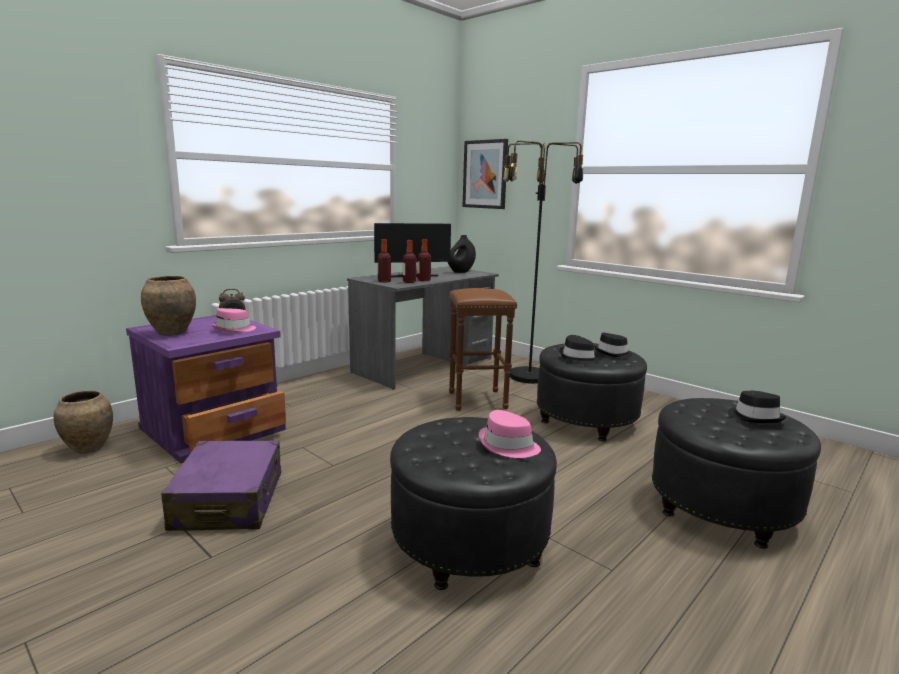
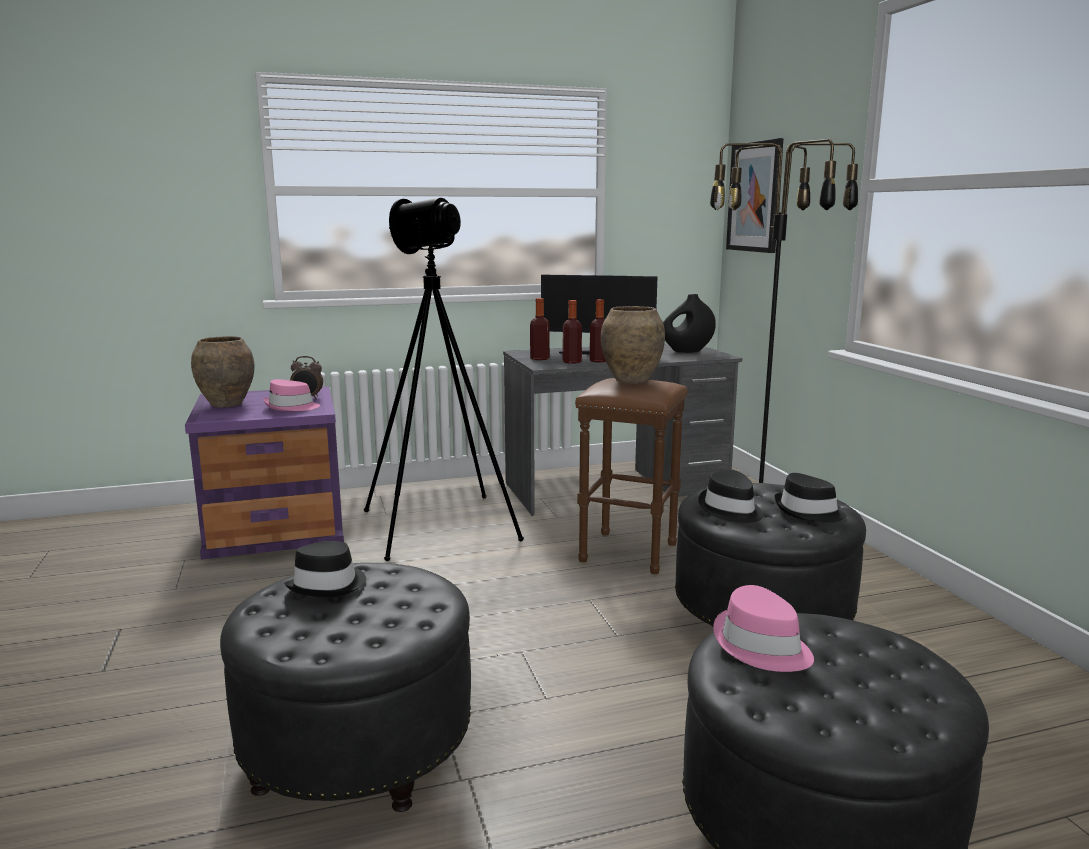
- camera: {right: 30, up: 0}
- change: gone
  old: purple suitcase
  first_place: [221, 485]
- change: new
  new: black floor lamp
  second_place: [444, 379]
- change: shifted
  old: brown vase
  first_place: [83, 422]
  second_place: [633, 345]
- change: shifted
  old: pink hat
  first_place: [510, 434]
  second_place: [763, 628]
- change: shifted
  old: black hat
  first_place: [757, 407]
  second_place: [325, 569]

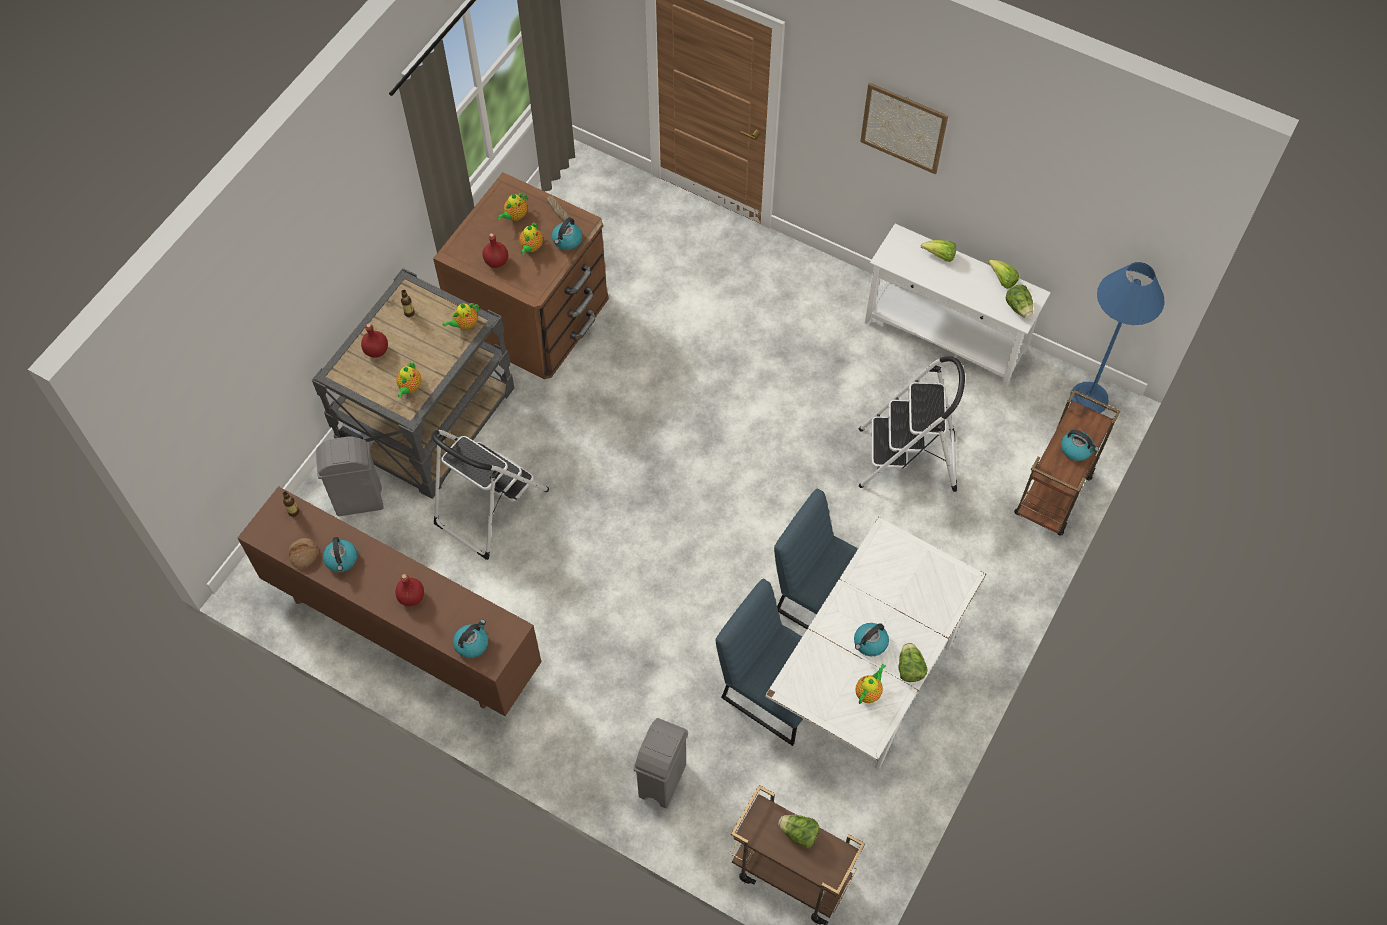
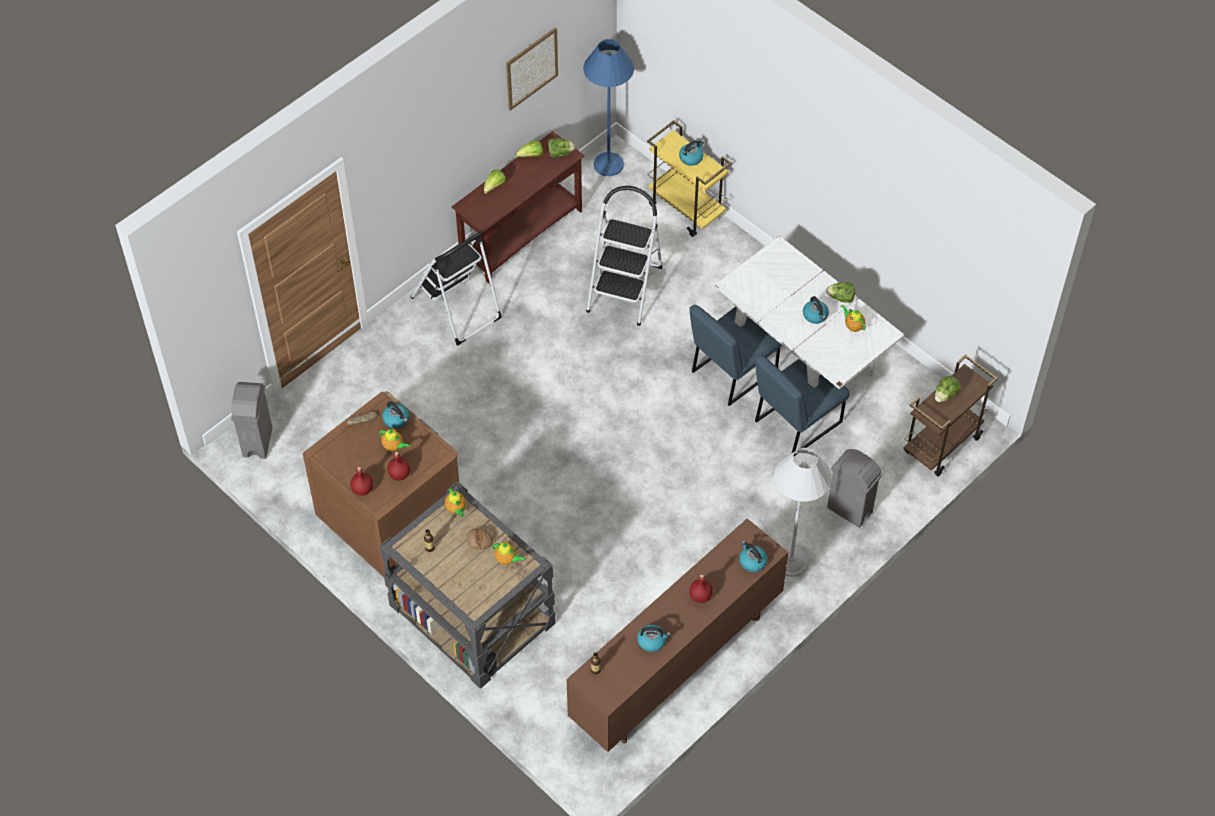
- camera: {right: -75, up: -5}
- change: gone
  old: teapot
  first_place: [512, 207]
- change: new
  new: white floor lamp
  second_place: [803, 512]
- change: shifted
  old: bread
  first_place: [303, 553]
  second_place: [480, 539]
- change: shifted
  old: grey trash can
  first_place: [350, 476]
  second_place: [252, 420]
- change: shifted
  old: red bottle
  first_place: [374, 340]
  second_place: [361, 481]
- change: shifted
  old: step ladder
  first_place: [490, 495]
  second_place: [456, 288]
- change: shifted
  old: picture
  first_place: [904, 128]
  second_place: [532, 69]
- change: repainted
  old: white console table
  new: brown console table
  first_place: [958, 306]
  second_place: [518, 207]
- change: repainted
  old: brown cart
  new: yellow cart
  first_place: [1067, 463]
  second_place: [689, 178]

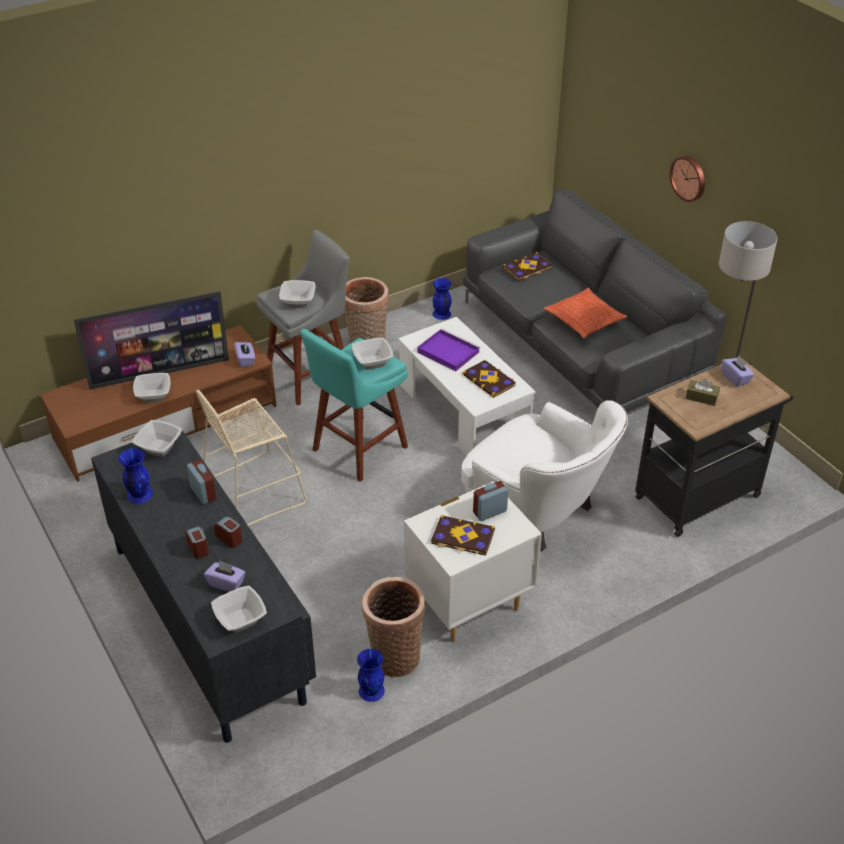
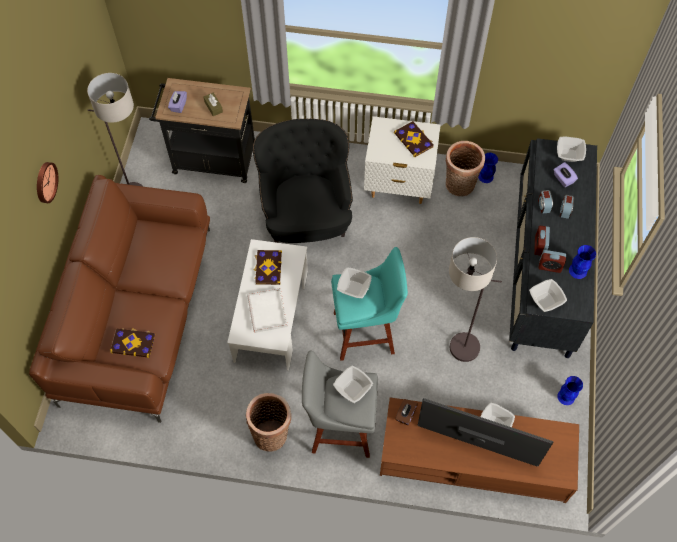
- camera: {right: -140, up: 20}
- change: gone
  old: orange pillow
  first_place: [585, 313]
- change: shifted
  old: blue vase
  first_place: [442, 299]
  second_place: [570, 390]
- change: shifted
  old: alarm clock
  first_place: [490, 501]
  second_place: [552, 261]
- change: swapped
  old: beige stool
  new: grey floor lamp
  first_place: [251, 458]
  second_place: [475, 299]
- change: repainted
  old: purple tissue box
  new: brown tissue box
  first_place: [244, 354]
  second_place: [406, 412]
- change: repainted
  old: purple tray
  new: white tray
  first_place: [448, 350]
  second_place: [267, 310]
- change: repainted
  old: white armchair
  new: black armchair
  first_place: [544, 476]
  second_place: [303, 181]
- change: repainted
  old: grey sofa
  new: brown sofa
  first_place: [595, 300]
  second_place: [119, 299]

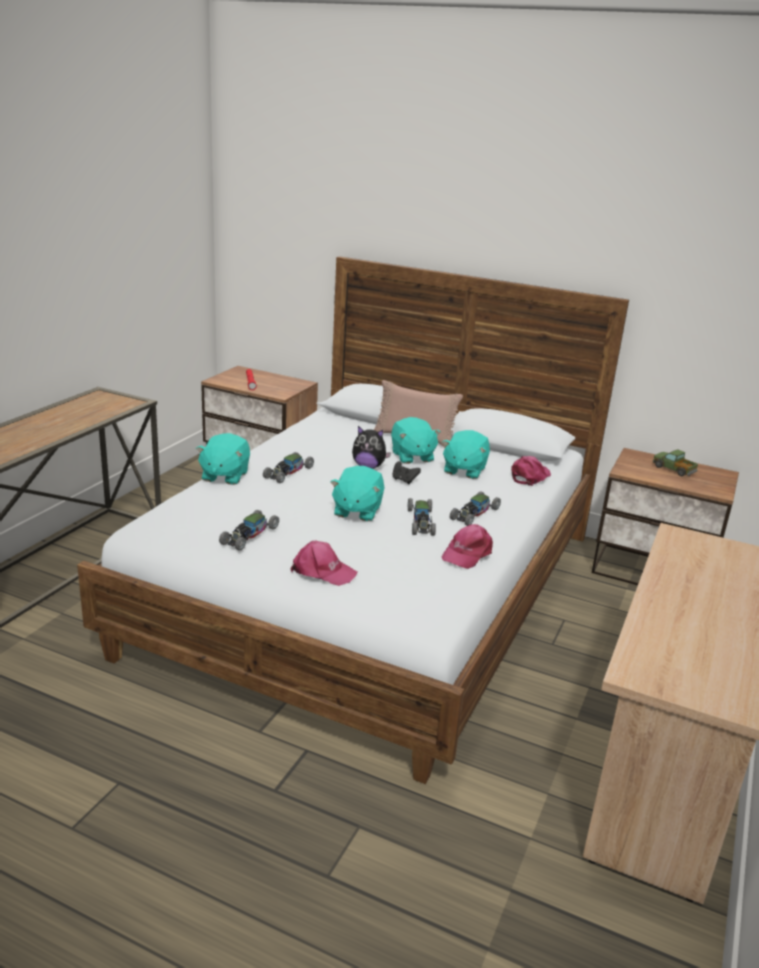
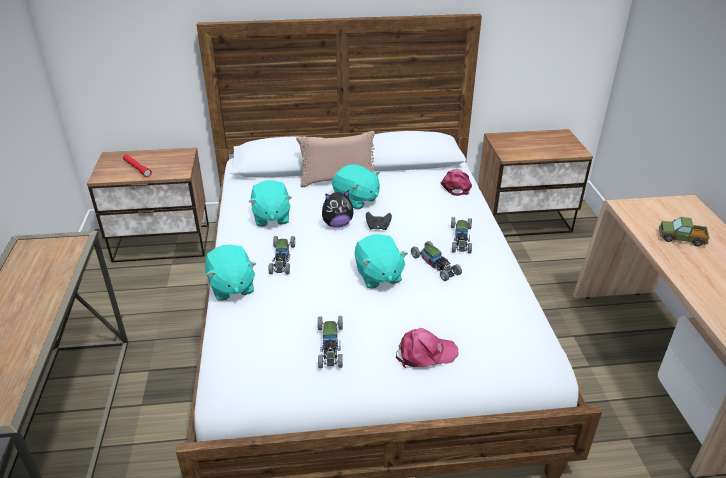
- camera: {right: -30, up: 10}
- change: gone
  old: pink cap
  first_place: [467, 546]
- change: shifted
  old: turquoise plush toy
  first_place: [466, 454]
  second_place: [270, 203]
- change: shifted
  old: toy truck
  first_place: [675, 462]
  second_place: [684, 231]

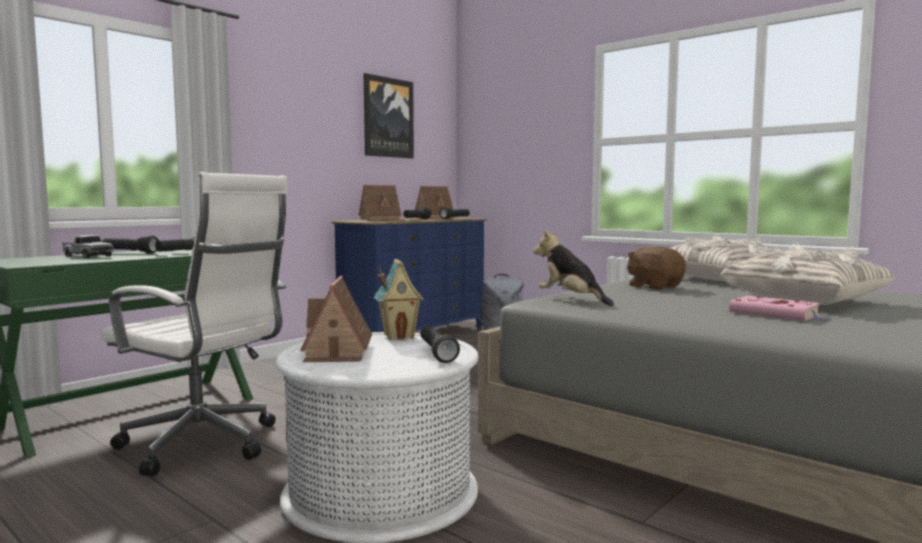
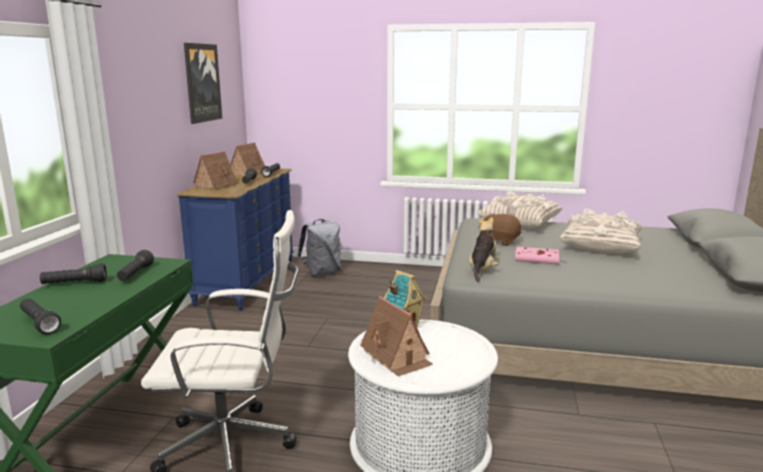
- camera: {right: -30, up: 10}
- change: gone
  old: toy truck
  first_place: [88, 246]
- change: shifted
  old: black flashlight
  first_place: [440, 344]
  second_place: [40, 316]
- change: shifted
  old: pink book
  first_place: [778, 309]
  second_place: [541, 255]
- change: rotated
  old: plush toy
  first_place: [573, 268]
  second_place: [484, 249]
  degrees: 90

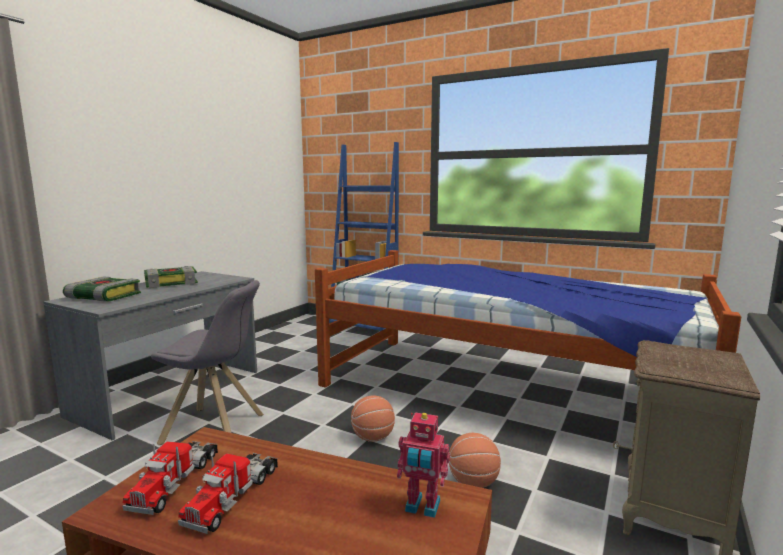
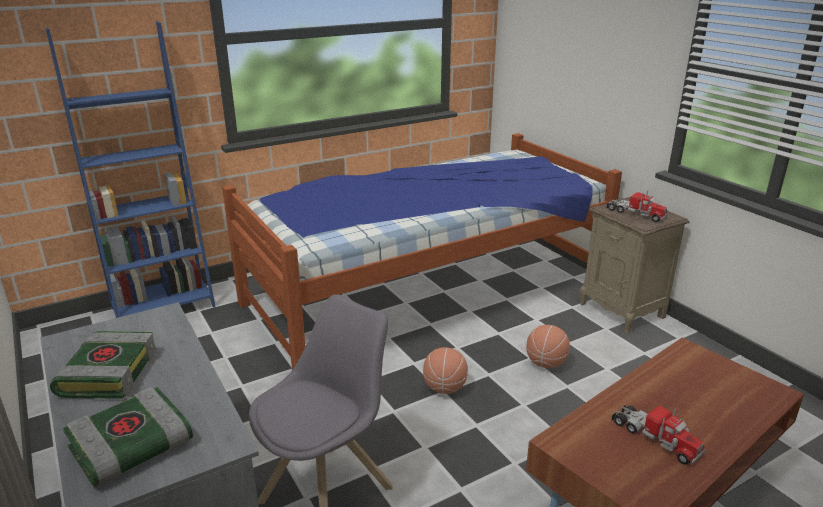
- camera: {right: -60, up: 15}
- change: gone
  old: toy robot
  first_place: [423, 465]
- change: shifted
  old: toy truck
  first_place: [170, 478]
  second_place: [637, 206]

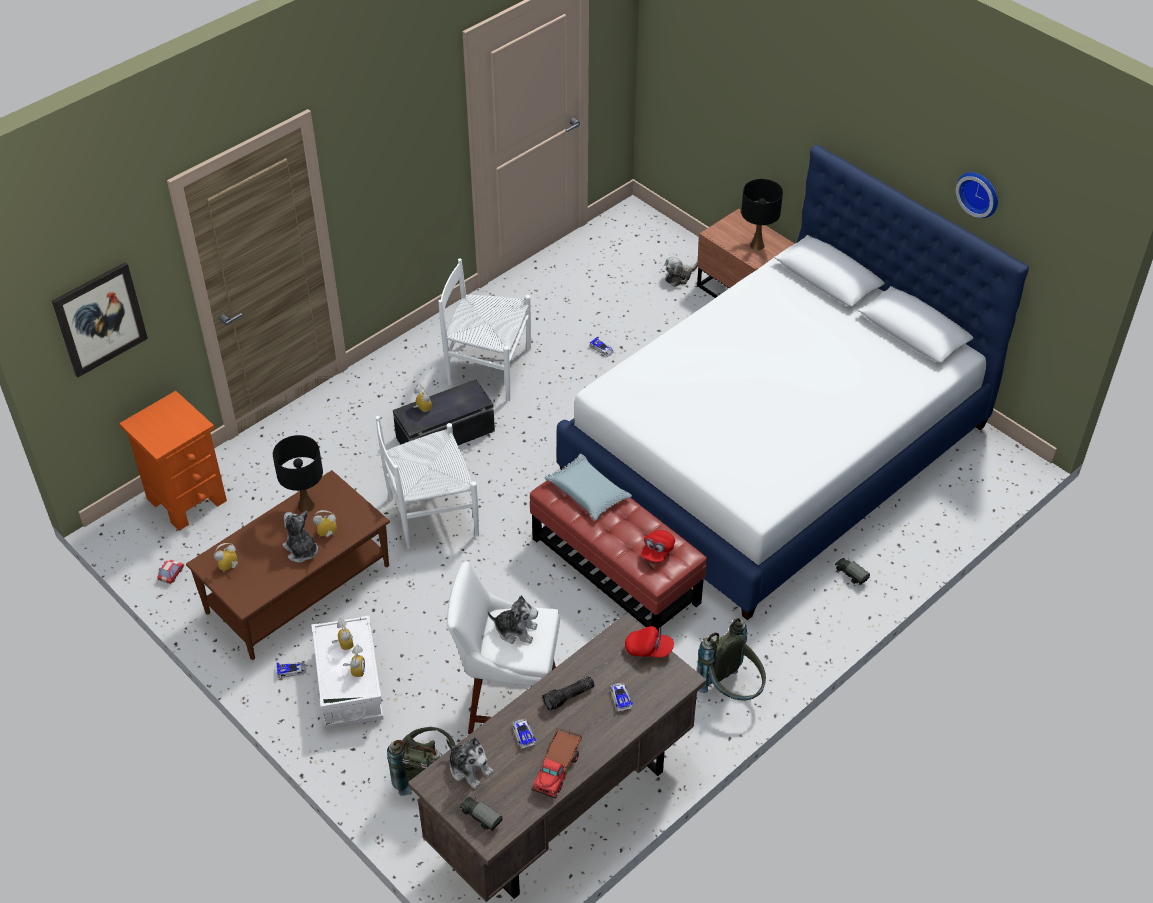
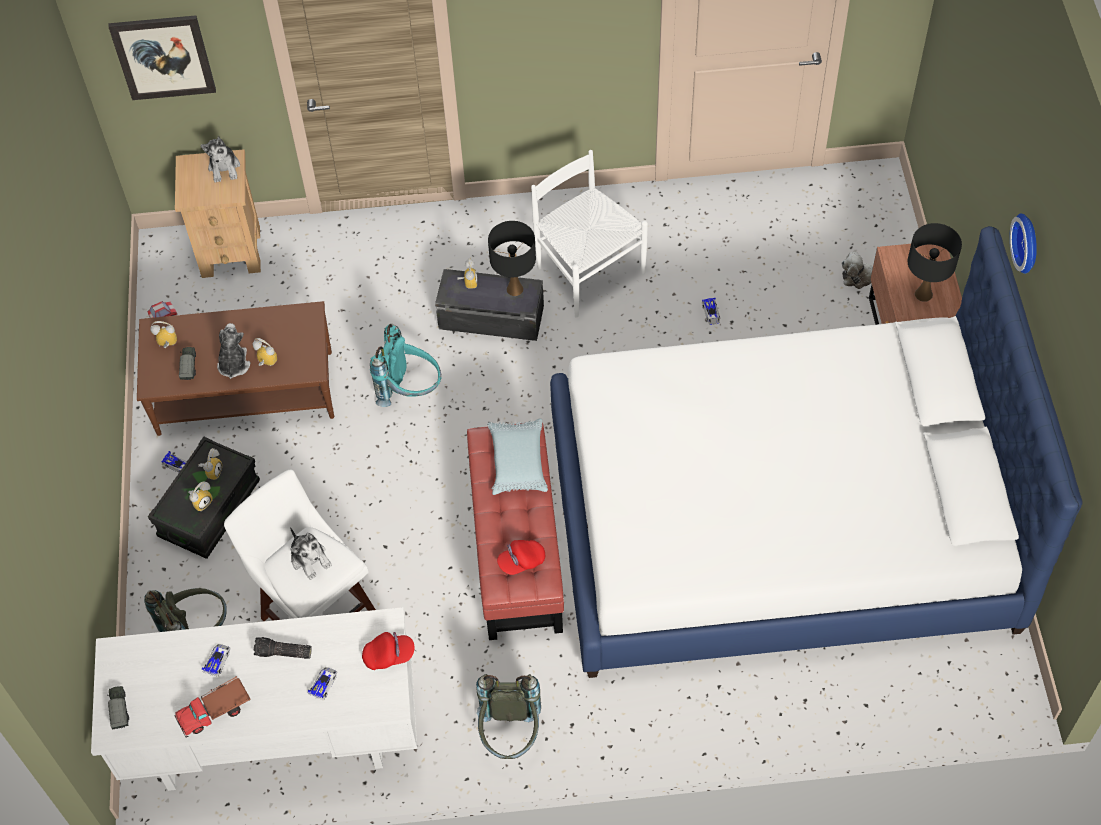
- camera: {right: 40, up: 10}
- change: shifted
  old: black table lamp
  first_place: [298, 473]
  second_place: [512, 258]
- change: shifted
  old: plush toy
  first_place: [470, 763]
  second_place: [220, 159]
- change: shifted
  old: toy truck
  first_place: [852, 571]
  second_place: [187, 363]
- change: shifted
  old: wall clock
  first_place: [977, 195]
  second_place: [1023, 244]
- change: swapped
  old: white chair
  new: turquoise backpack
  first_place: [427, 482]
  second_place: [406, 365]
- change: repainted
  old: orange nightstand
  new: beige nightstand
  first_place: [173, 461]
  second_place: [218, 213]
- change: repainted
  old: white storage box
  new: black storage box
  first_place: [347, 672]
  second_place: [204, 498]
- change: repainted
  old: brown desk
  new: white desk
  first_place: [557, 757]
  second_place: [254, 699]
- change: rotated
  old: red cap
  first_place: [649, 642]
  second_place: [388, 651]
  degrees: -60

